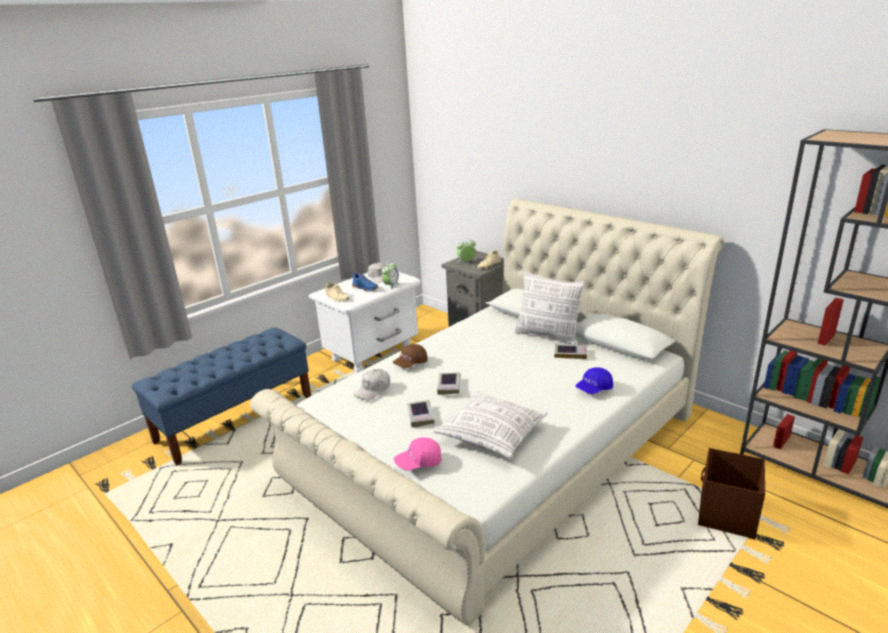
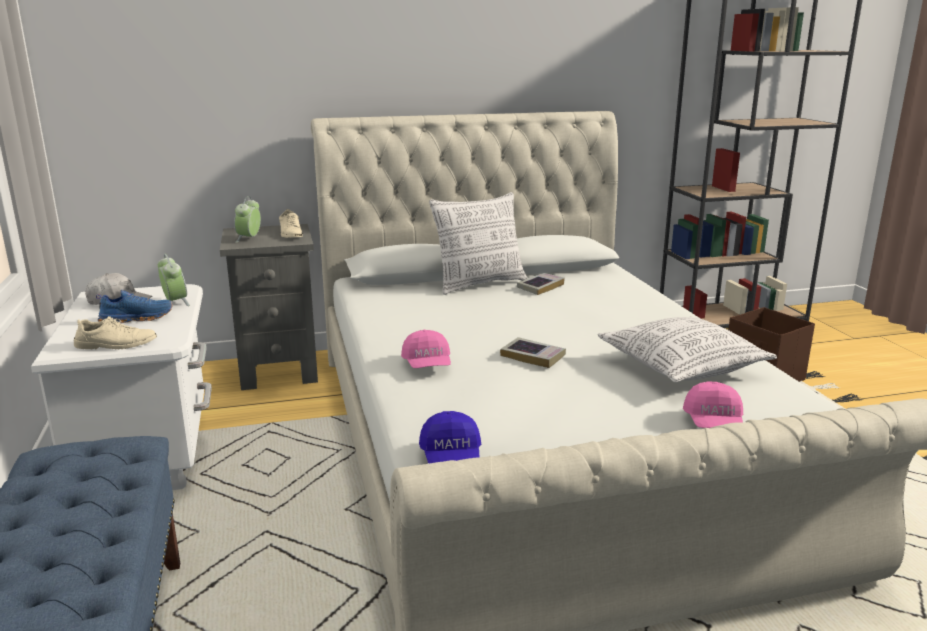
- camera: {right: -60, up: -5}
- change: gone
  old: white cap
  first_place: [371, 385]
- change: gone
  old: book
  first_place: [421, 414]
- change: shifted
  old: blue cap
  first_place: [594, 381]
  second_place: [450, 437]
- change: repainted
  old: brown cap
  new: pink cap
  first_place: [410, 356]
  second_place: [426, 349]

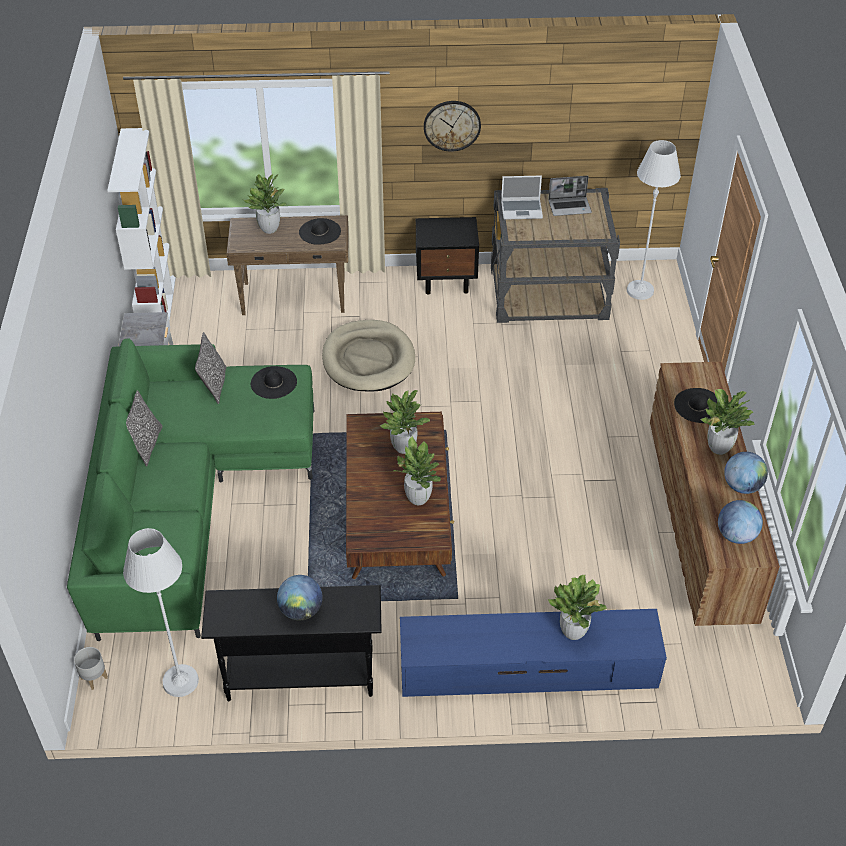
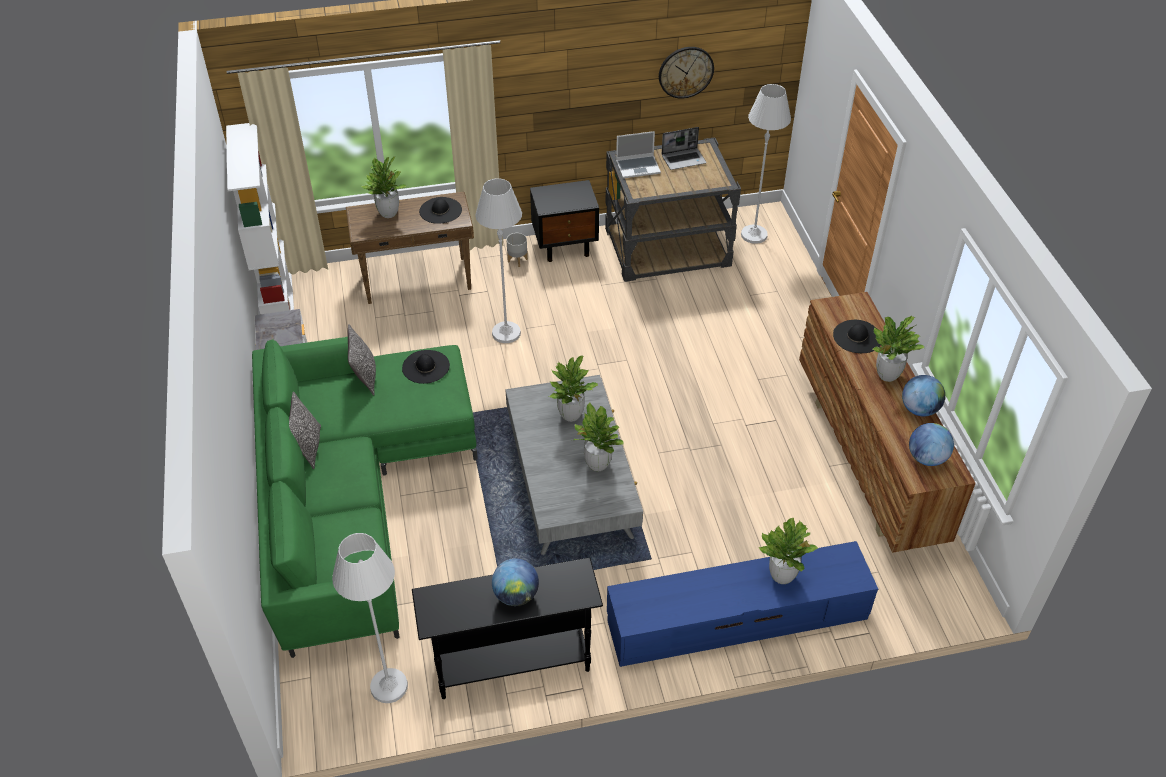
- camera: {right: -10, up: 0}
- change: shifted
  old: grey planter
  first_place: [91, 668]
  second_place: [517, 250]
- change: shifted
  old: wall clock
  first_place: [452, 126]
  second_place: [686, 73]
- change: swapped
  old: beige dog bed
  new: white floor lamp
  first_place: [368, 356]
  second_place: [499, 260]
- change: repainted
  old: brown coffee table
  new: grey coffee table
  first_place: [400, 495]
  second_place: [574, 465]

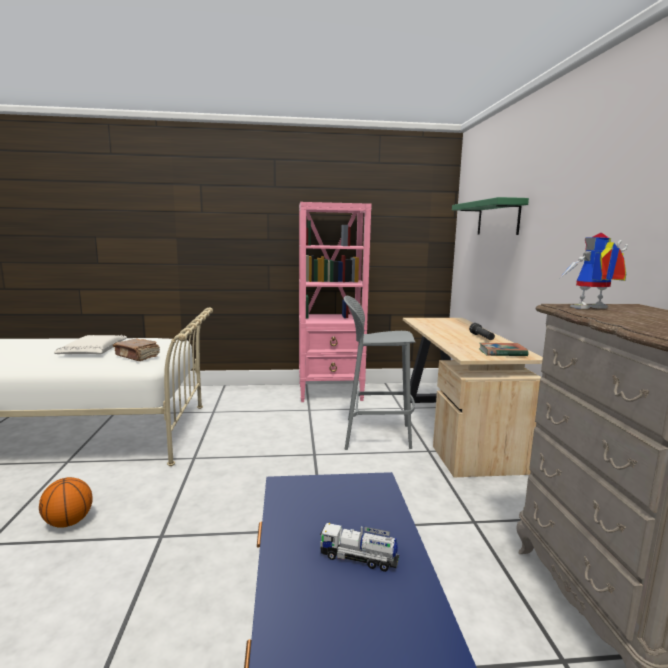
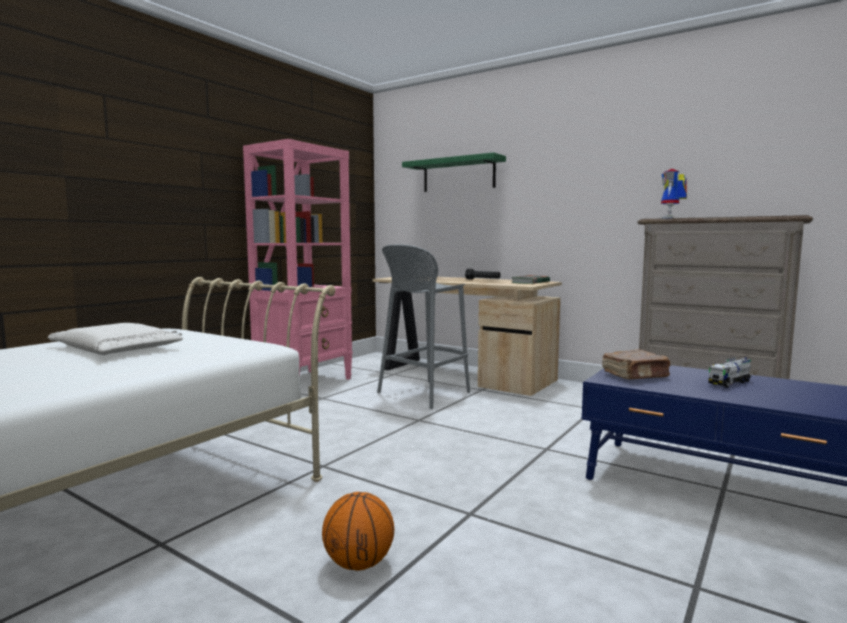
- camera: {right: -50, up: -5}
- change: shifted
  old: brown book
  first_place: [136, 350]
  second_place: [636, 364]

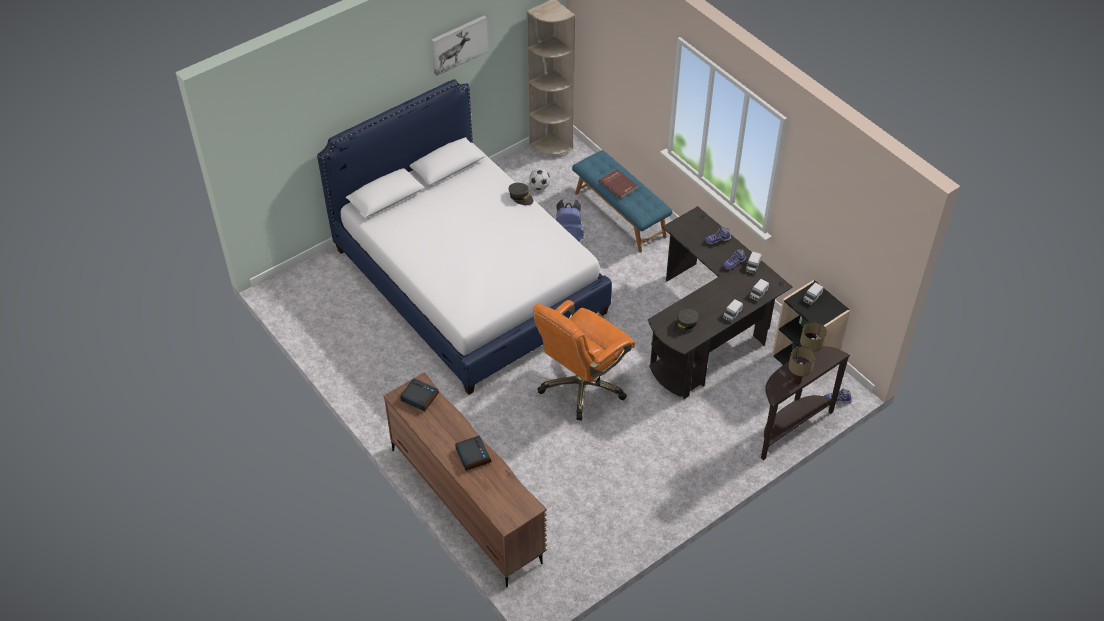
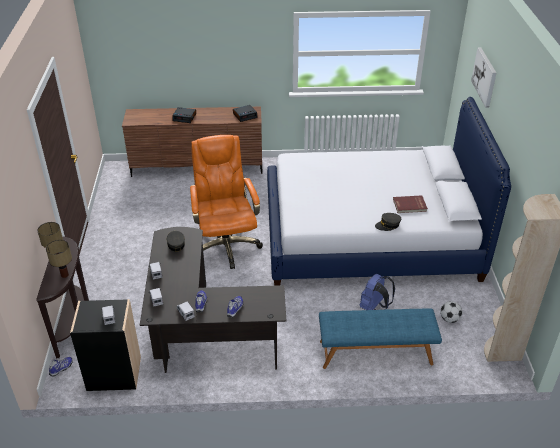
- camera: {right: 125, up: -10}
- change: shifted
  old: picture
  first_place: [459, 46]
  second_place: [483, 78]
- change: shifted
  old: red book
  first_place: [618, 184]
  second_place: [410, 204]

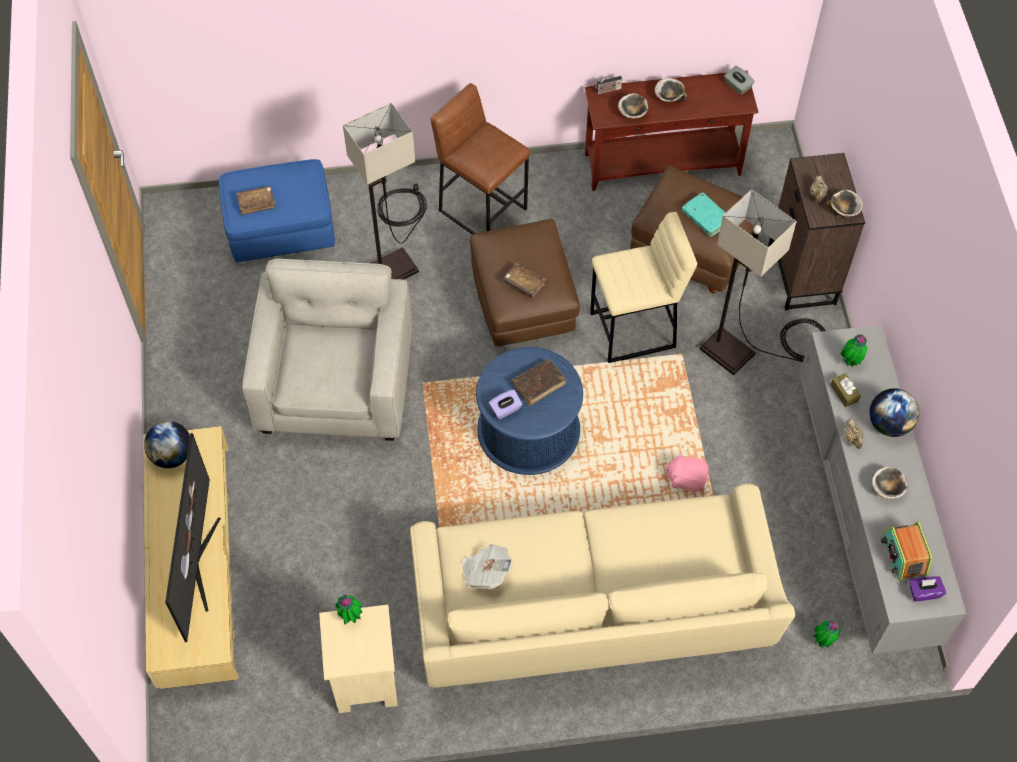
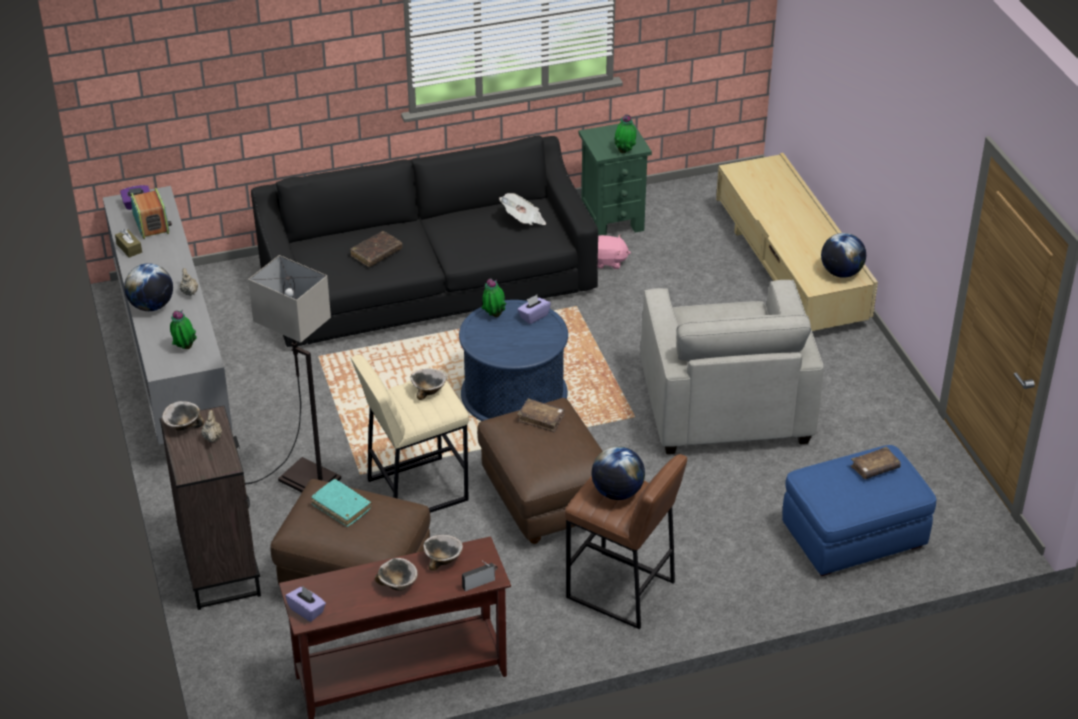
- camera: {right: 170, up: -20}
- change: gone
  old: television
  first_place: [193, 537]
- change: gone
  old: floor lamp
  first_place: [385, 191]
- change: new
  new: globe
  second_place: [618, 473]
- change: shifted
  old: brown book
  first_place: [539, 382]
  second_place: [376, 249]
- change: shifted
  old: pink plush toy
  first_place: [687, 472]
  second_place: [614, 252]
- change: shifted
  old: potted plant
  first_place: [826, 634]
  second_place: [494, 297]
- change: shifted
  old: brown tissue box
  first_place: [846, 390]
  second_place: [128, 243]
- change: shifted
  old: bowl
  first_place: [890, 482]
  second_place: [428, 384]
- change: repainted
  old: beige nightstand
  new: green nightstand
  first_place: [358, 659]
  second_place: [615, 179]
- change: repainted
  old: beige sofa
  new: black sofa
  first_place: [602, 585]
  second_place: [424, 241]
- change: repainted
  old: grey tissue box
  new: purple tissue box
  first_place: [739, 80]
  second_place: [305, 604]

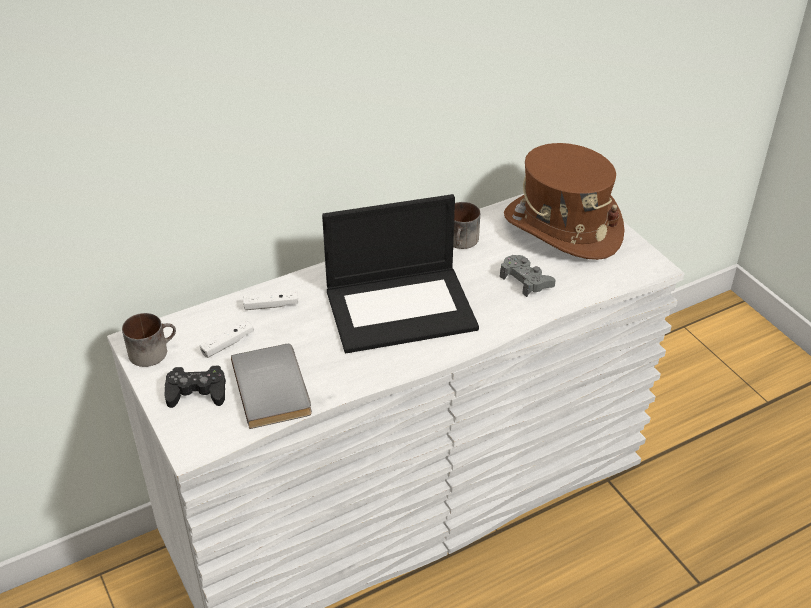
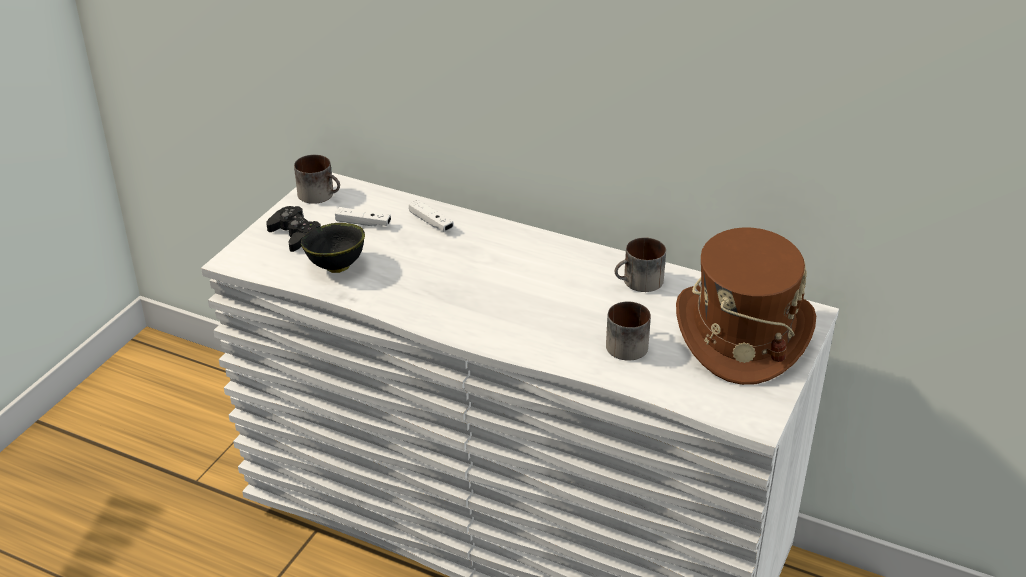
- camera: {right: 55, up: -5}
- change: gone
  old: laptop
  first_place: [400, 273]
- change: swapped
  old: grey book
  new: black bowl
  first_place: [271, 386]
  second_place: [333, 248]
- change: swapped
  old: grey game controller
  new: mug
  first_place: [528, 276]
  second_place: [628, 331]

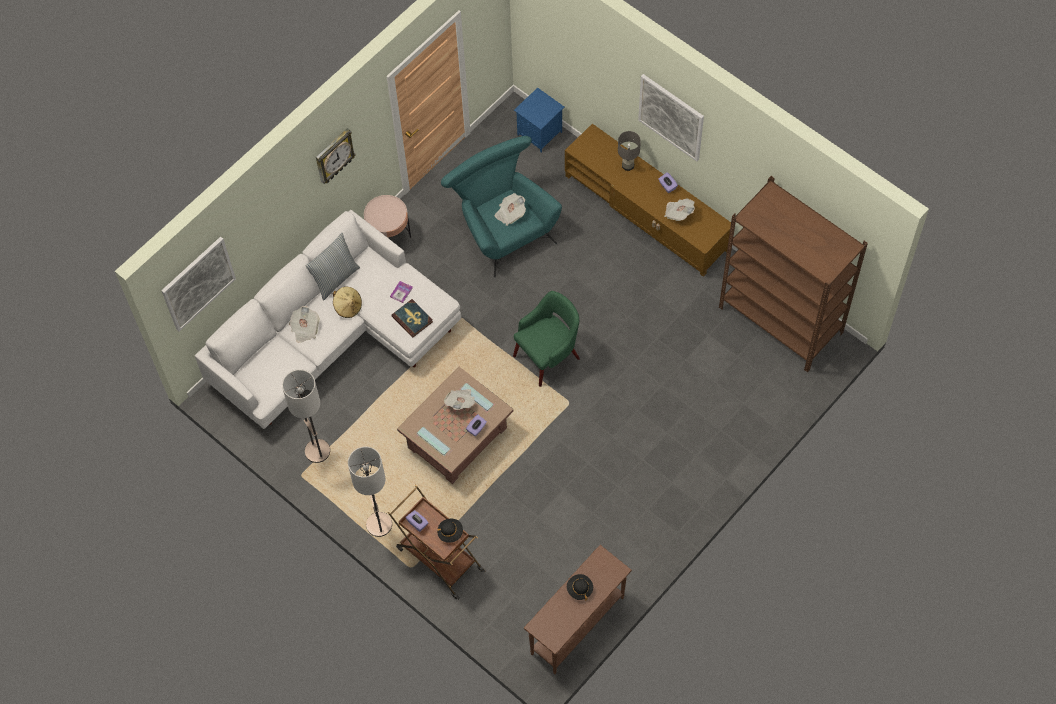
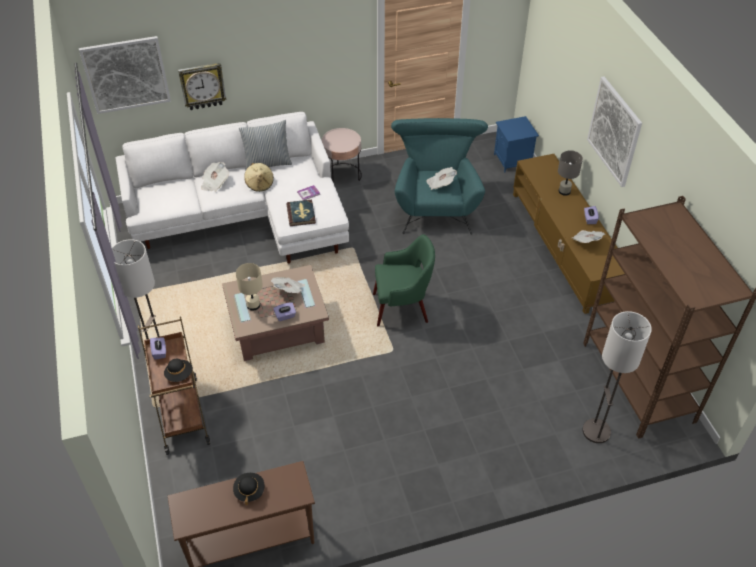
- camera: {right: 30, up: -15}
- change: new
  new: beige table lamp
  second_place: [249, 287]
- change: shifted
  old: floor lamp
  first_place: [306, 416]
  second_place: [617, 377]
- change: shifted
  old: wall clock
  first_place: [336, 156]
  second_place: [202, 86]

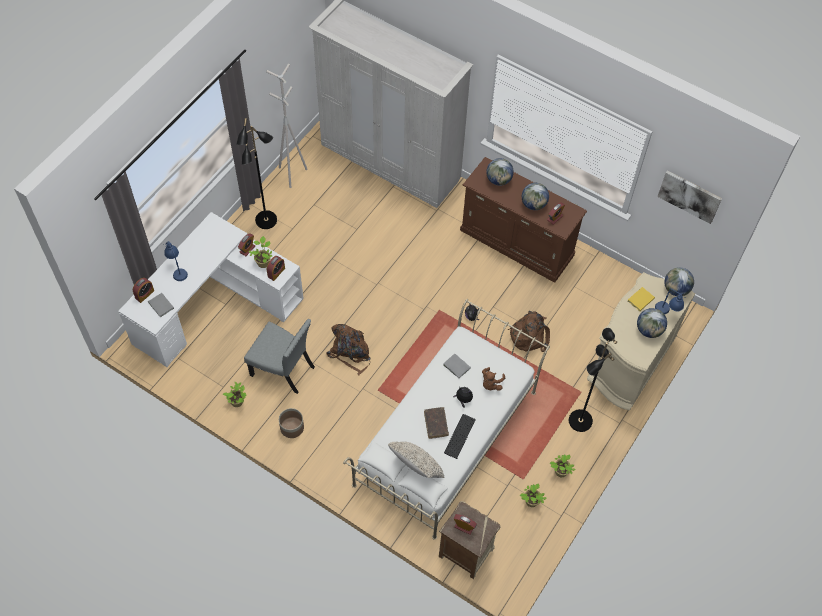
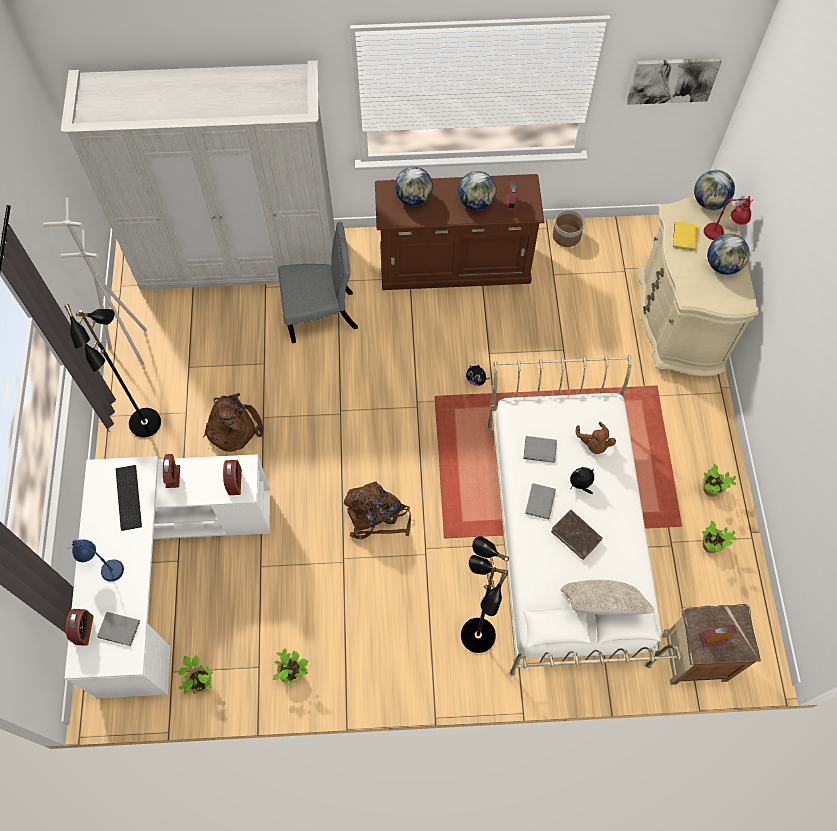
- camera: {right: -35, up: 5}
- change: new
  new: grey book
  second_place: [540, 501]
- change: shifted
  old: grey chair
  first_place: [279, 356]
  second_place: [318, 282]
- change: shifted
  old: potted plant
  first_place: [260, 252]
  second_place: [195, 674]
- change: shifted
  old: planter
  first_place: [291, 423]
  second_place: [568, 228]
- change: shifted
  old: keyboard
  first_place: [460, 436]
  second_place: [129, 498]
- change: shifted
  old: brown backpack
  first_place: [529, 331]
  second_place: [233, 422]
- change: shifted
  old: black floor lamp
  first_place: [593, 380]
  second_place: [485, 594]
- change: repainted
  old: blue table lamp
  new: red table lamp
  first_place: [670, 301]
  second_place: [728, 218]

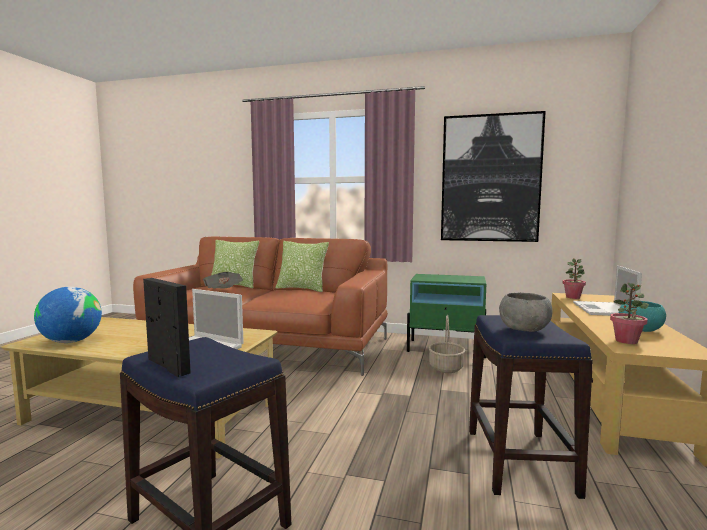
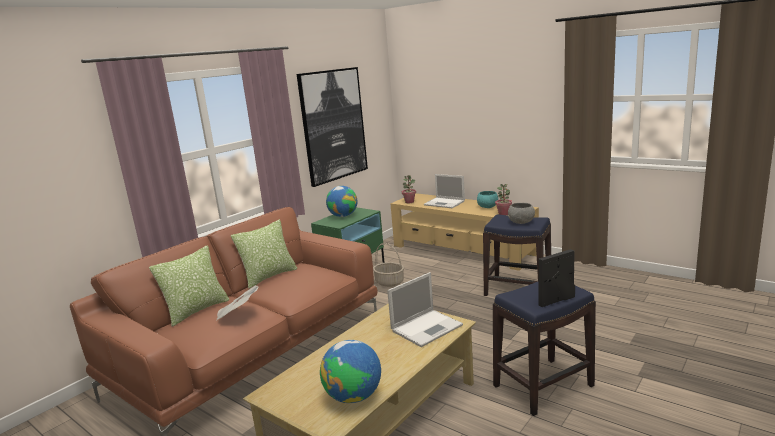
- camera: {right: -65, up: 10}
- change: new
  new: globe
  second_place: [342, 201]

